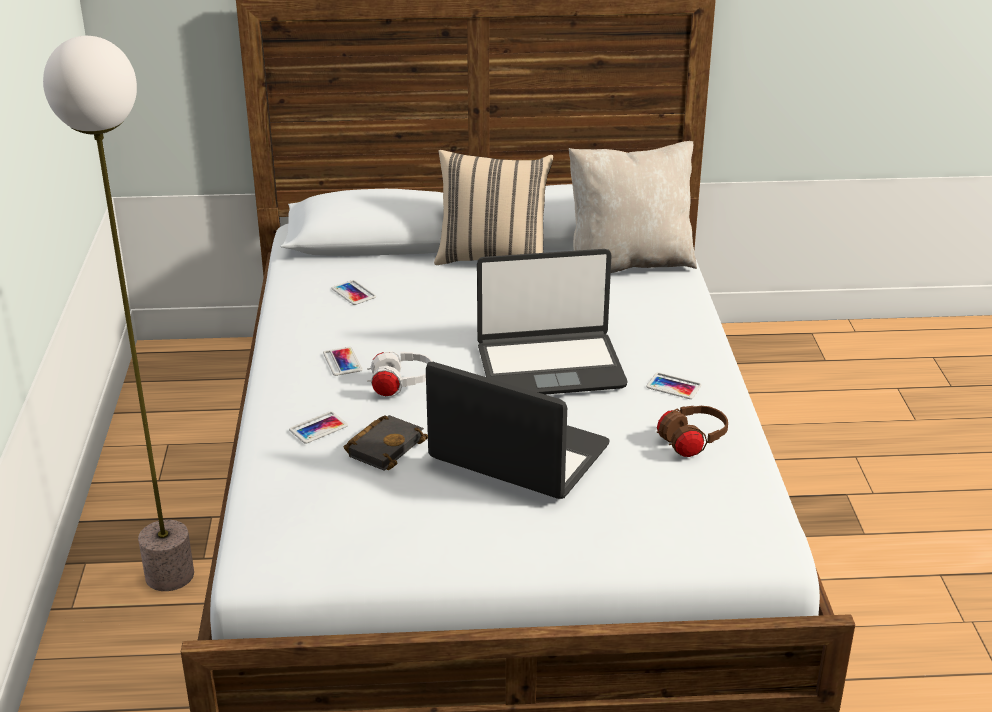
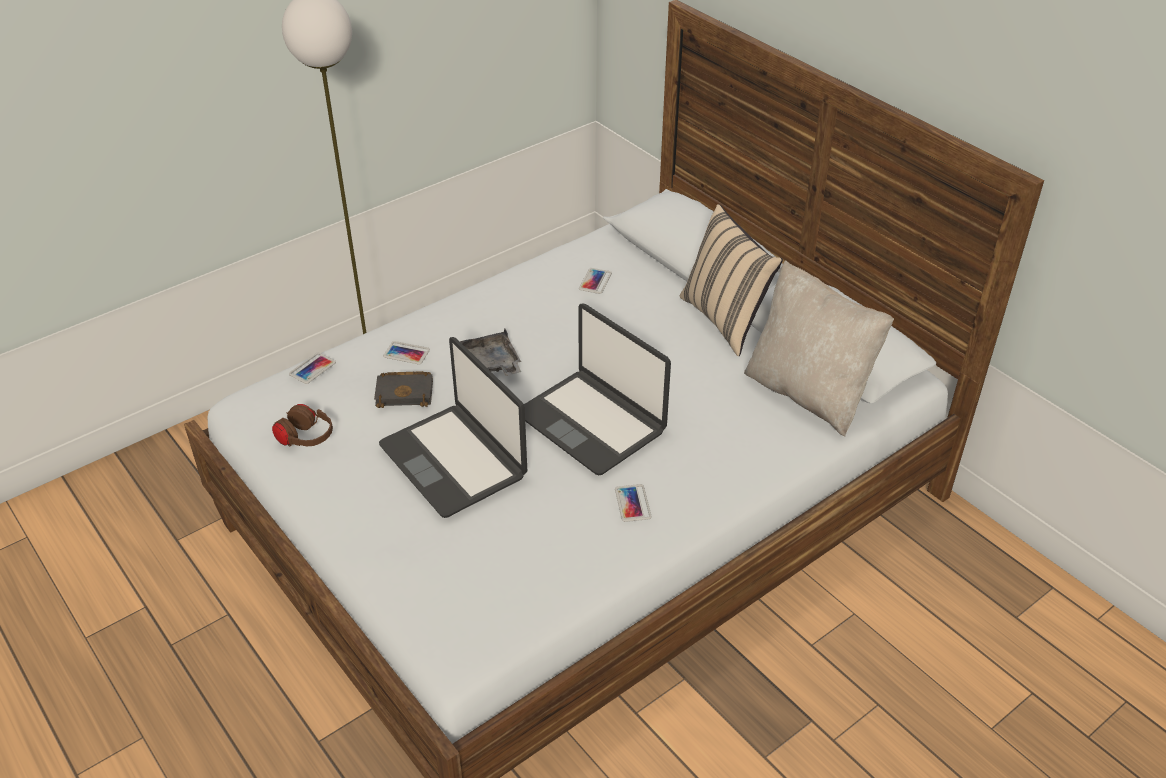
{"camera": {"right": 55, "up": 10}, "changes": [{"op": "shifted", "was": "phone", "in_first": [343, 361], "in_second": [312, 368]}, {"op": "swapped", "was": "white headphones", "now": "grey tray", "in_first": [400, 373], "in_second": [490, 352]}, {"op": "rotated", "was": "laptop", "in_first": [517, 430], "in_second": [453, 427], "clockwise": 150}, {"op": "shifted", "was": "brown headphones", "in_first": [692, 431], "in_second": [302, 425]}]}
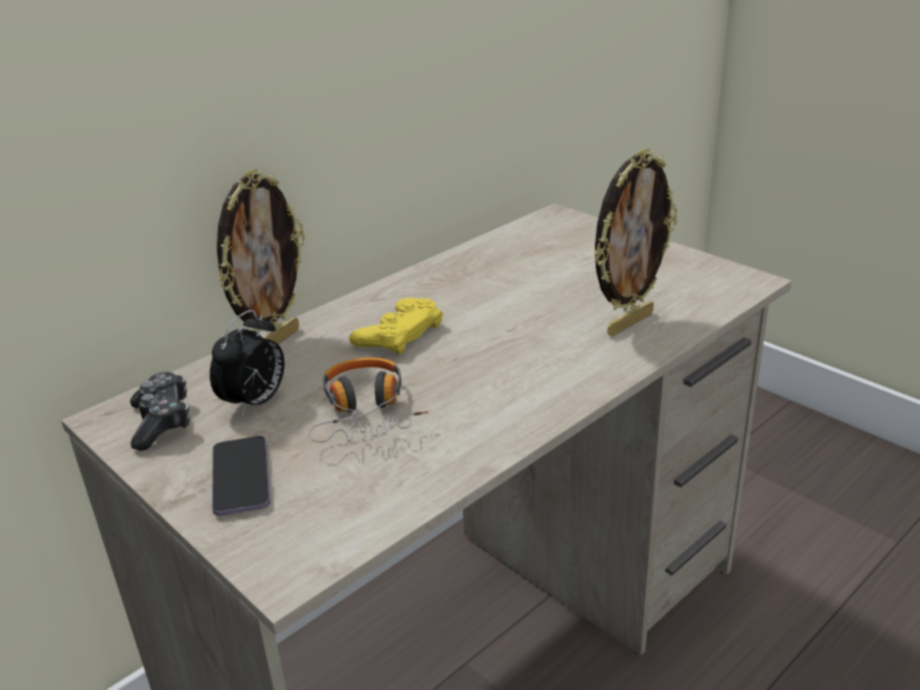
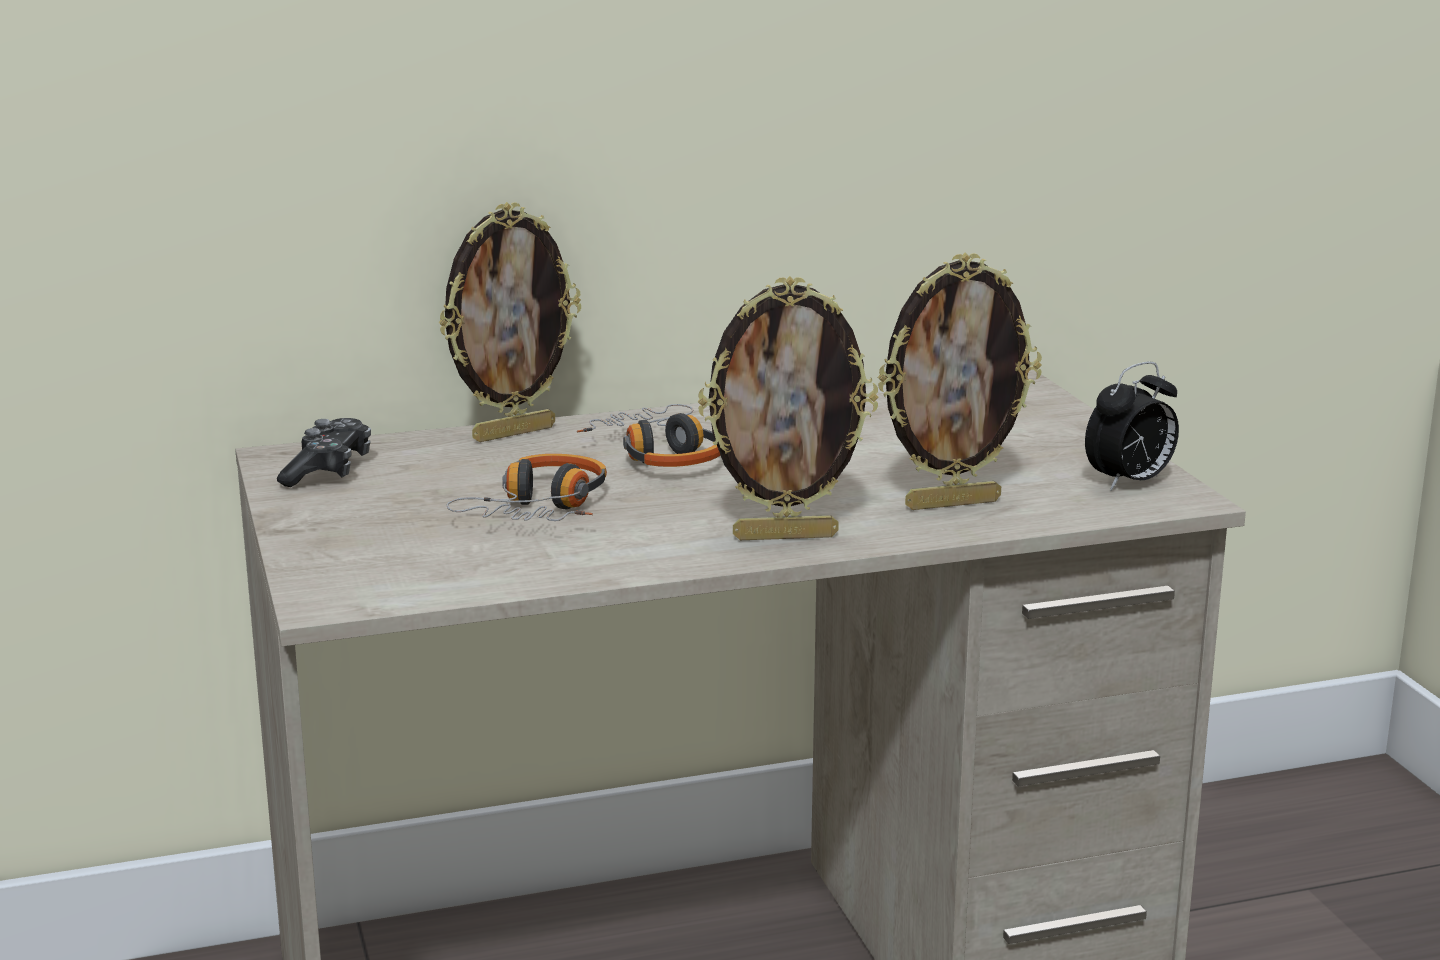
{"camera": {"right": 25, "up": -10}, "changes": [{"op": "swapped", "was": "yellow game controller", "now": "headphones", "in_first": [396, 326], "in_second": [648, 435]}, {"op": "shifted", "was": "alarm clock", "in_first": [247, 363], "in_second": [1132, 426]}, {"op": "gone", "was": "phone", "in_first": [241, 476]}, {"op": "new", "now": "picture frame", "in_second": [788, 408]}]}
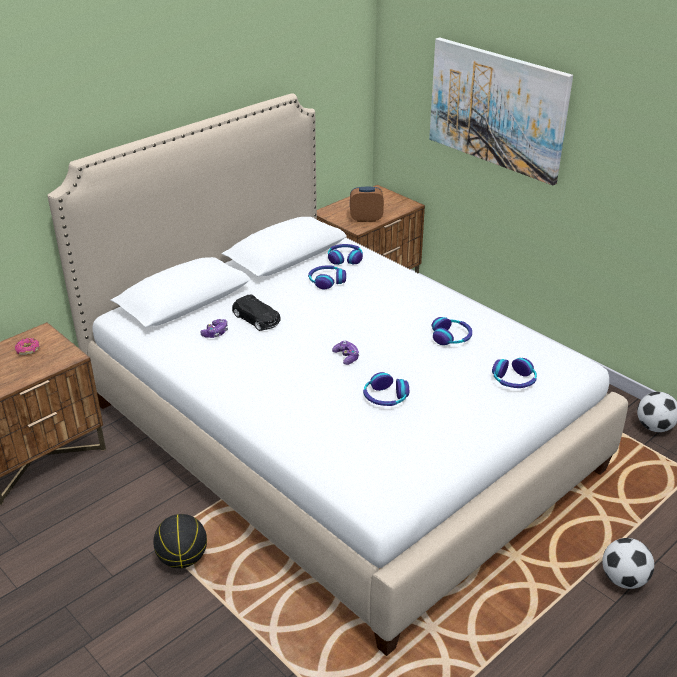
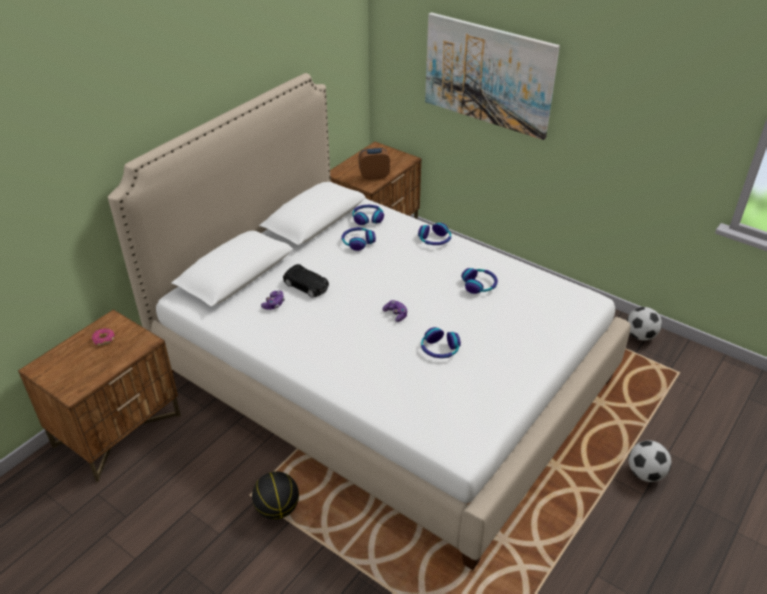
{"camera": {"right": -10, "up": 5}, "changes": [{"op": "shifted", "was": "headphones", "in_first": [514, 373], "in_second": [434, 234]}]}
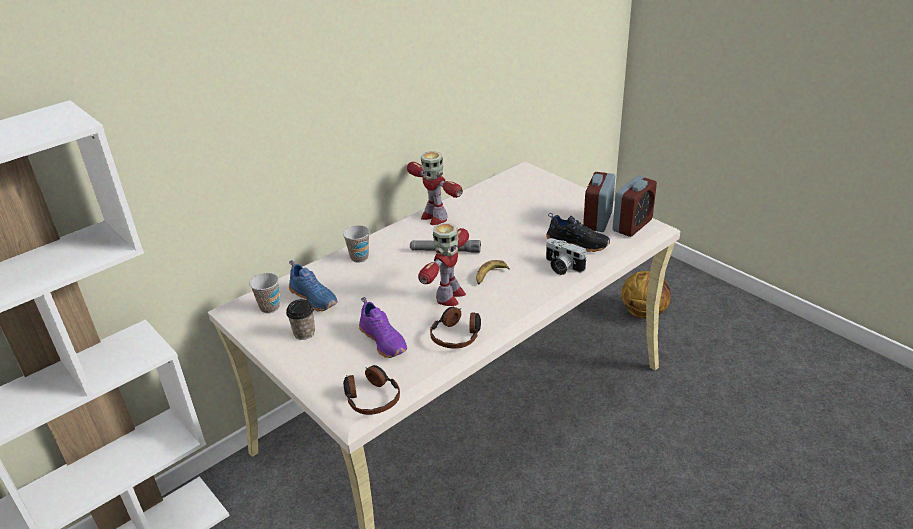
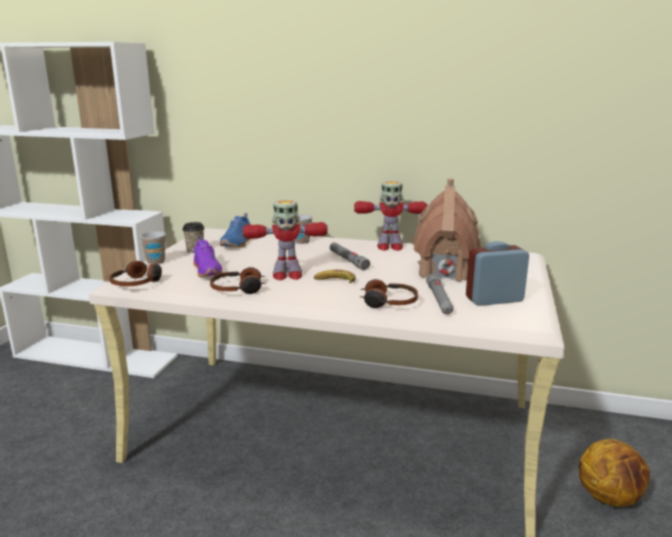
{"camera": {"right": 55, "up": -15}, "changes": [{"op": "rotated", "was": "toy robot", "in_first": [435, 188], "in_second": [390, 216], "clockwise": -105}, {"op": "gone", "was": "alarm clock", "in_first": [634, 206]}, {"op": "swapped", "was": "black shoe", "now": "grey flashlight", "in_first": [578, 232], "in_second": [439, 294]}, {"op": "swapped", "was": "photo camera", "now": "headphones", "in_first": [566, 256], "in_second": [388, 293]}, {"op": "shifted", "was": "cup", "in_first": [264, 293], "in_second": [153, 247]}, {"op": "rotated", "was": "purple shoe", "in_first": [383, 327], "in_second": [208, 256], "clockwise": -45}, {"op": "new", "now": "toy house", "in_second": [446, 230]}]}
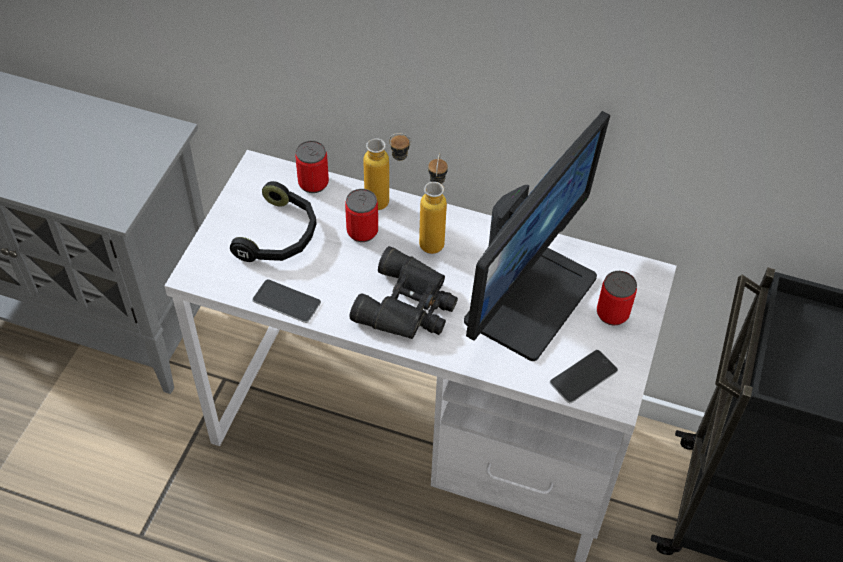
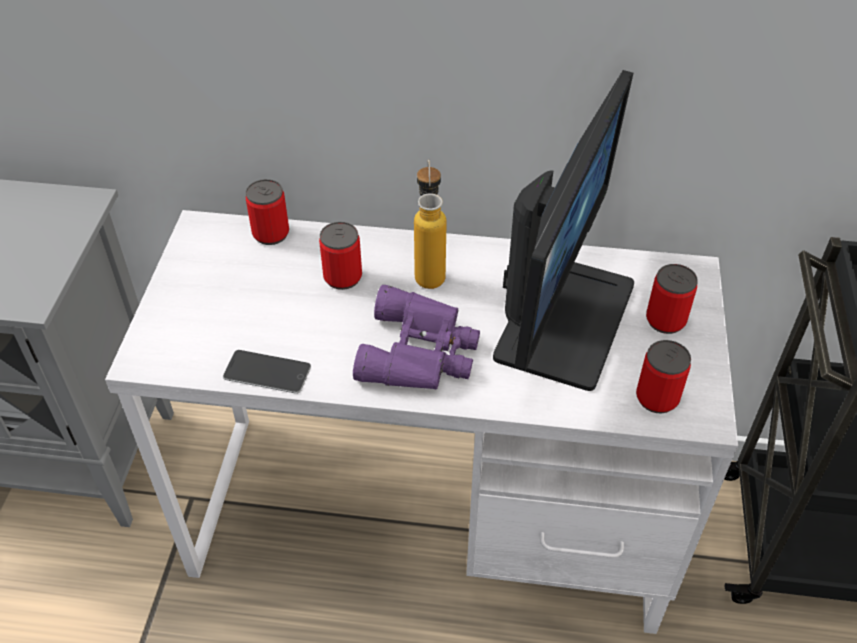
{"camera": {"right": -10, "up": -5}, "changes": [{"op": "gone", "was": "bottle", "in_first": [387, 171]}, {"op": "gone", "was": "black headphones", "in_first": [273, 221]}, {"op": "repainted", "was": "black binoculars", "now": "purple binoculars", "in_first": [403, 292], "in_second": [416, 337]}, {"op": "swapped", "was": "phone", "now": "can", "in_first": [584, 376], "in_second": [663, 377]}]}
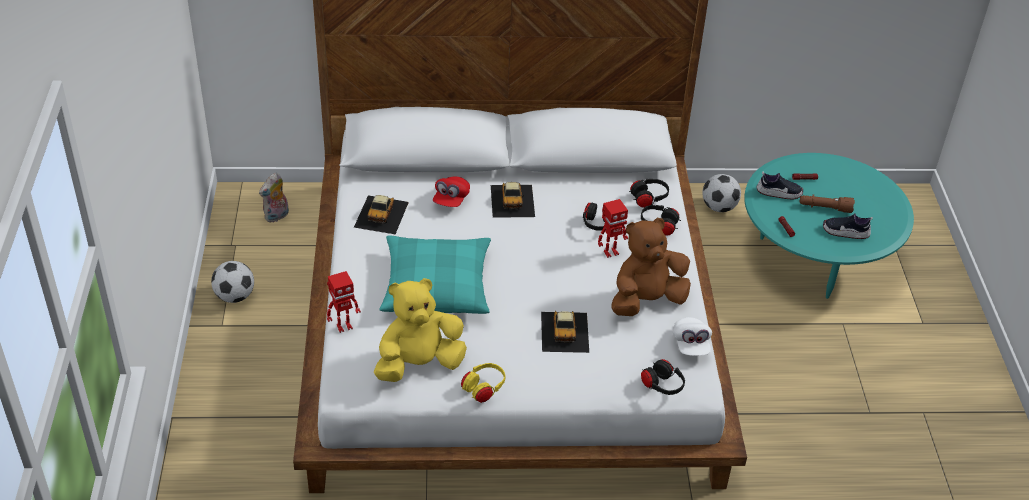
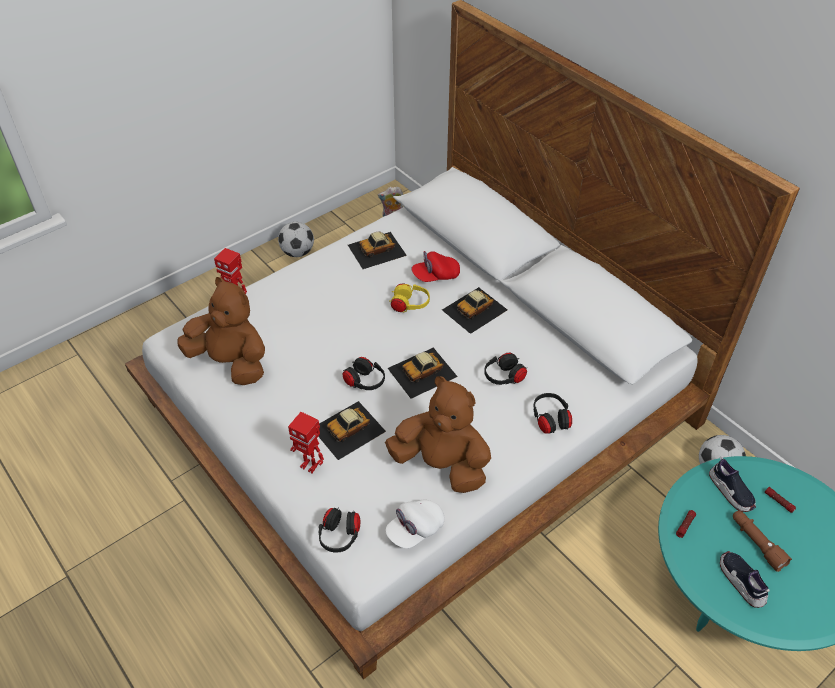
{"camera": {"right": 55, "up": 5}, "changes": [{"op": "shifted", "was": "black headphones", "in_first": [649, 193], "in_second": [363, 373]}, {"op": "shifted", "was": "toy robot", "in_first": [613, 228], "in_second": [306, 442]}, {"op": "gone", "was": "turquoise pillow", "in_first": [435, 274]}, {"op": "repainted", "was": "yellow plush toy", "now": "brown plush toy", "in_first": [420, 330], "in_second": [221, 331]}, {"op": "shifted", "was": "yellow headphones", "in_first": [483, 383], "in_second": [409, 298]}, {"op": "new", "now": "toy car", "in_second": [423, 373]}]}
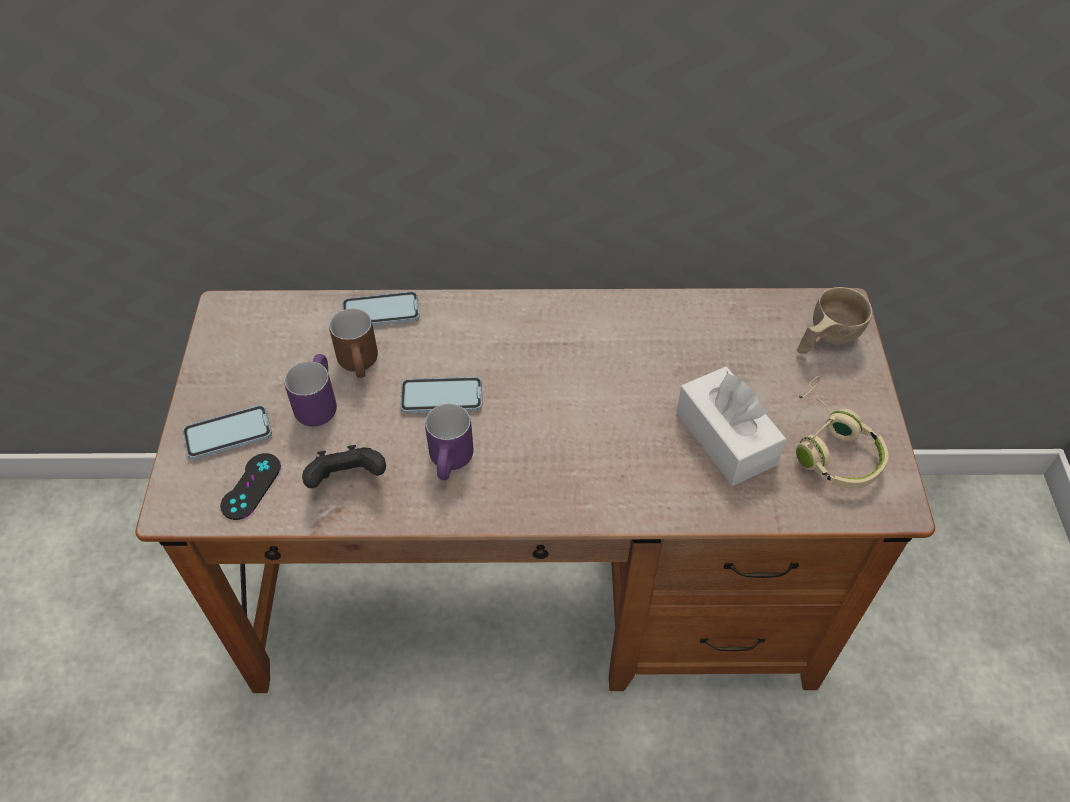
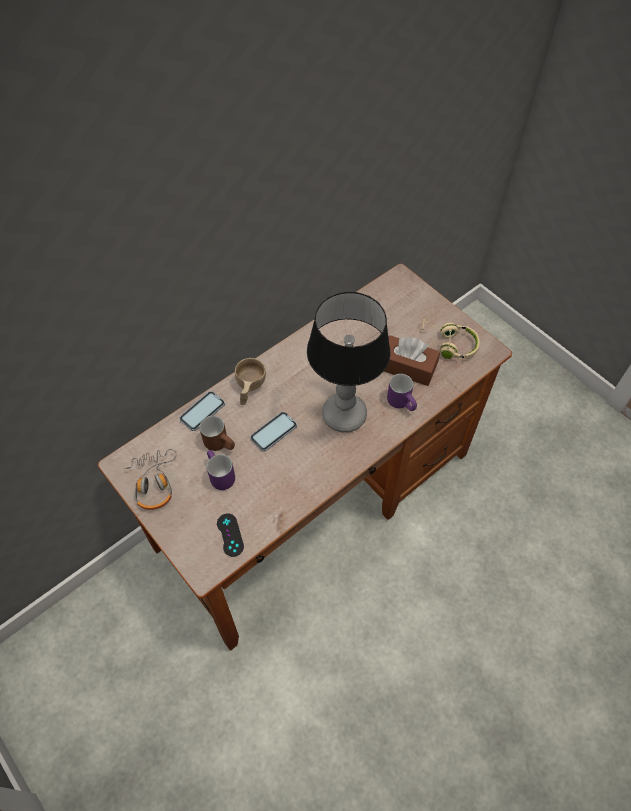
{"camera": {"right": -40, "up": 5}, "changes": [{"op": "shifted", "was": "beige cup", "in_first": [834, 320], "in_second": [250, 381]}, {"op": "repainted", "was": "white tissue box", "now": "brown tissue box", "in_first": [731, 426], "in_second": [412, 360]}, {"op": "shifted", "was": "purple mug", "in_first": [449, 442], "in_second": [402, 392]}, {"op": "gone", "was": "phone", "in_first": [227, 432]}, {"op": "gone", "was": "black game controller", "in_first": [344, 466]}, {"op": "new", "now": "table lamp", "in_second": [349, 362]}, {"op": "new", "now": "headphones", "in_second": [150, 479]}]}
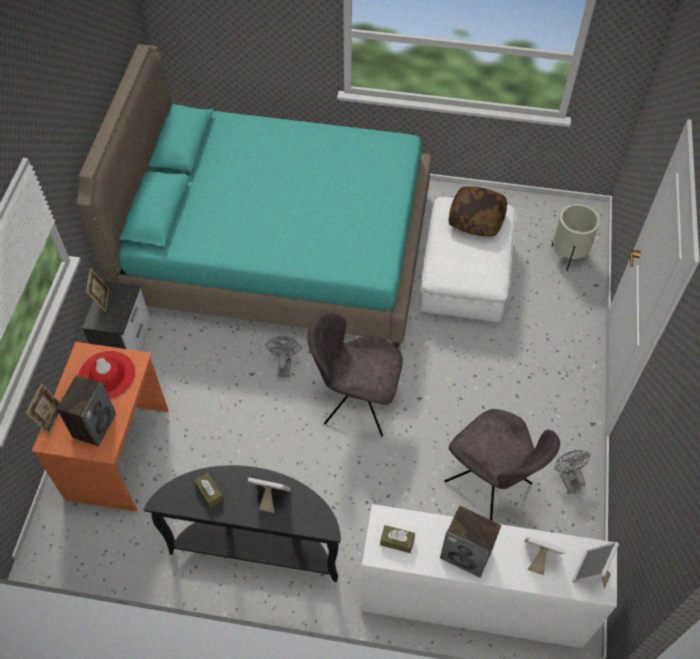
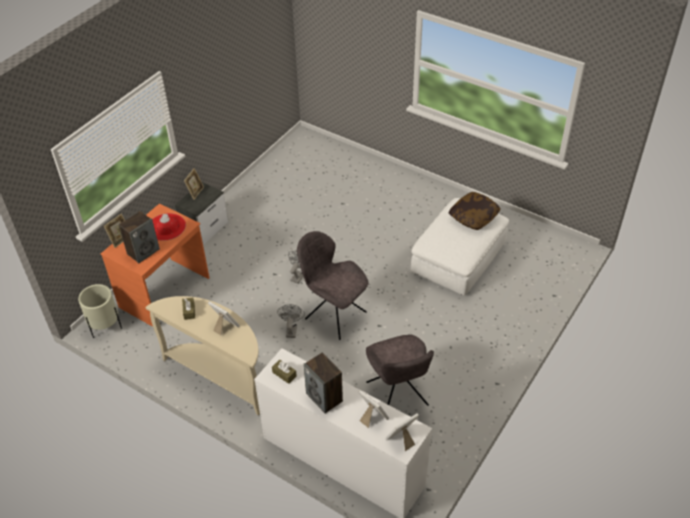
{"camera": {"right": 25, "up": -10}, "changes": [{"op": "gone", "was": "turquoise bed", "in_first": [254, 196]}, {"op": "shifted", "was": "beige planter", "in_first": [576, 237], "in_second": [100, 311]}, {"op": "shifted", "was": "grey fan", "in_first": [572, 471], "in_second": [291, 321]}, {"op": "repainted", "was": "black console table", "now": "beige console table", "in_first": [242, 523], "in_second": [202, 355]}]}
